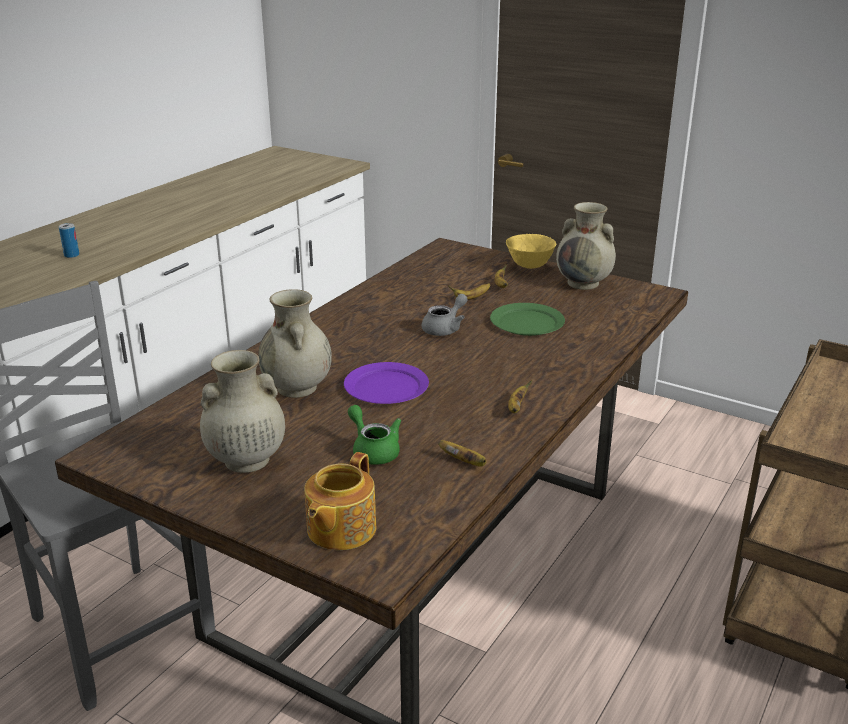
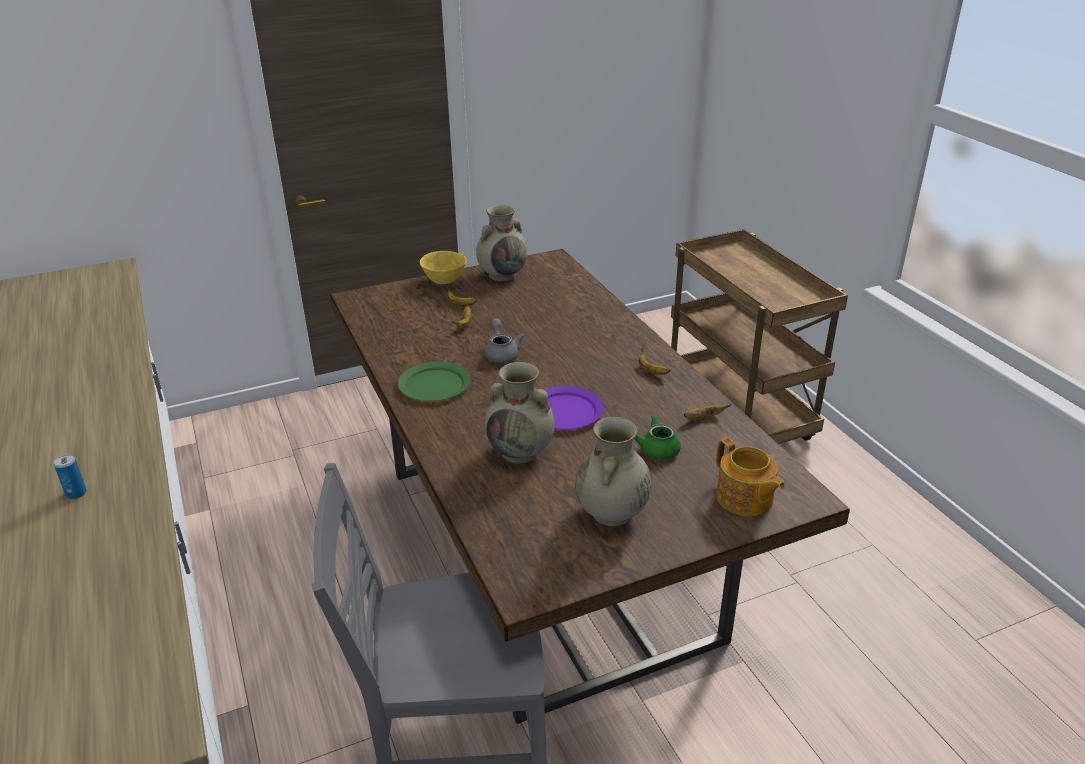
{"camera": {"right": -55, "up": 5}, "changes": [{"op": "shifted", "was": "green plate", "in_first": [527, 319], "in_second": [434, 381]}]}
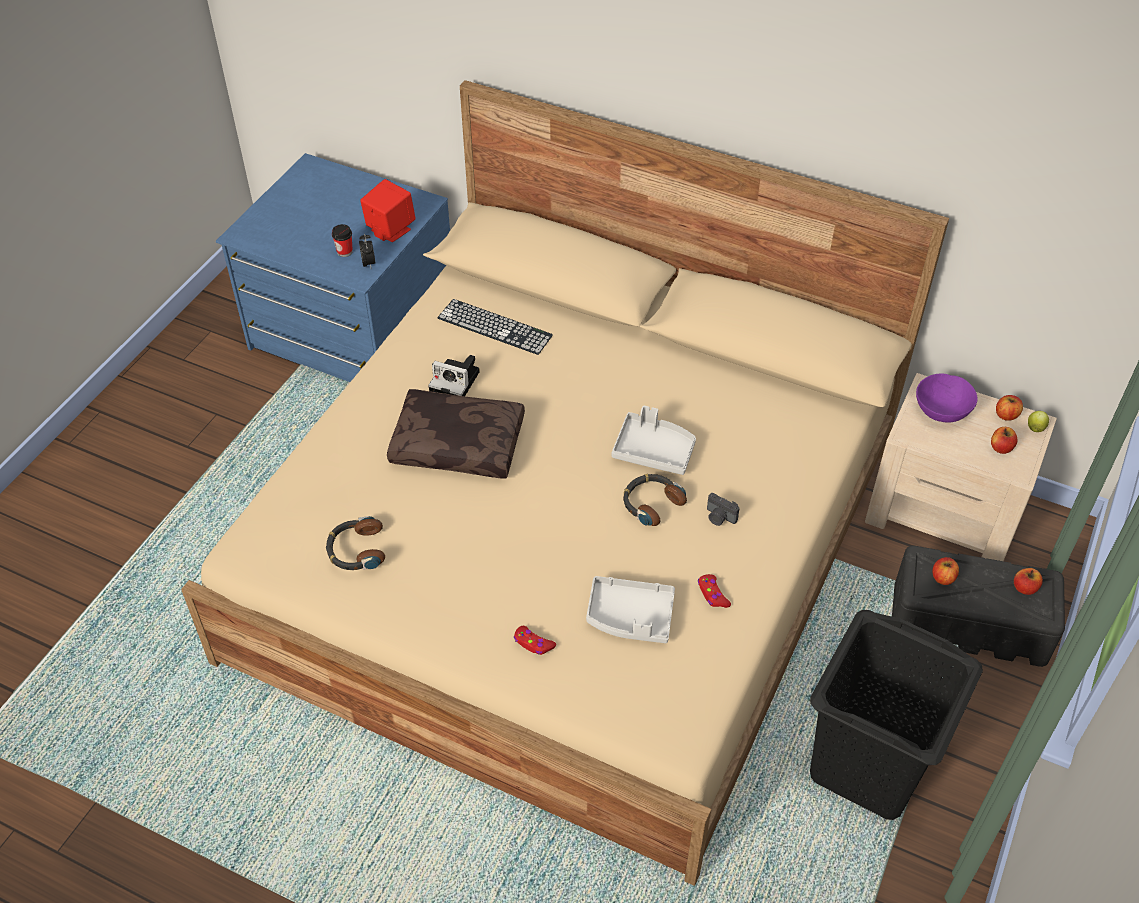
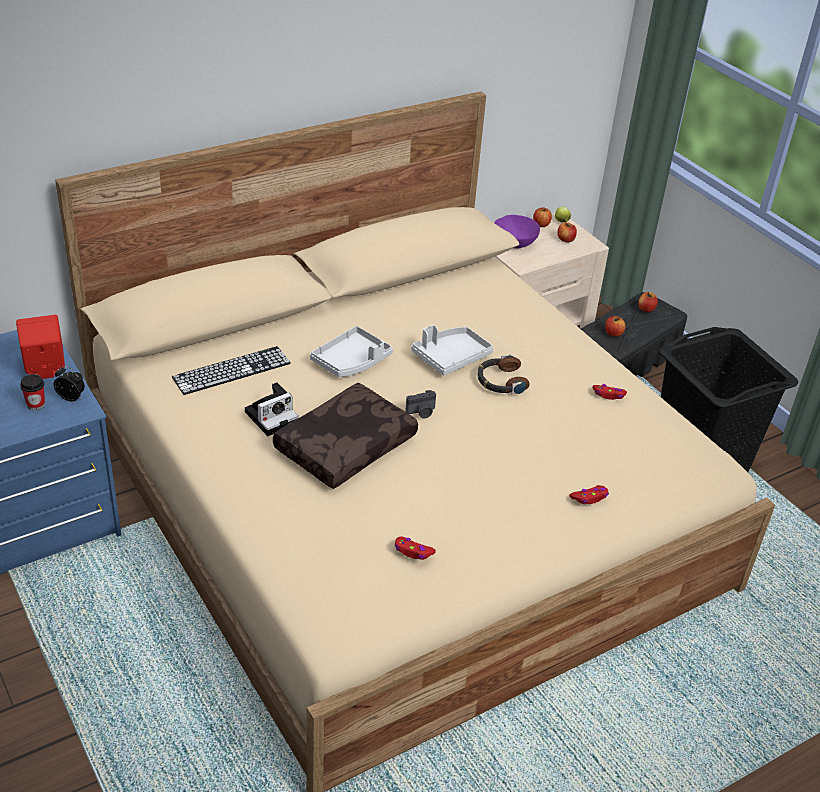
{"camera": {"right": -60, "up": -10}, "changes": [{"op": "shifted", "was": "photo camera", "in_first": [723, 509], "in_second": [420, 404]}, {"op": "swapped", "was": "headphones", "now": "red game controller", "in_first": [355, 543], "in_second": [415, 548]}, {"op": "shifted", "was": "grey tray", "in_first": [630, 609], "in_second": [351, 351]}]}
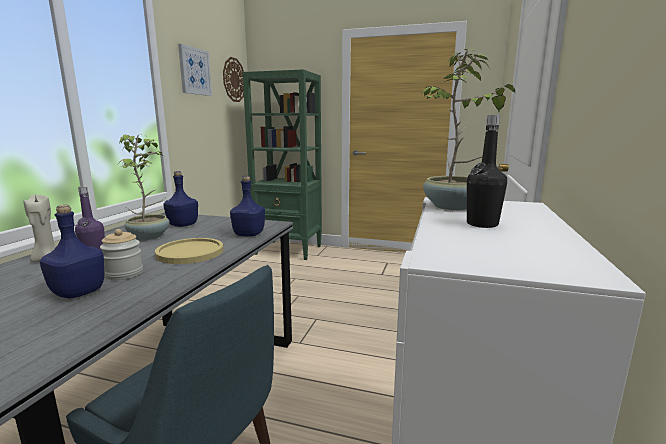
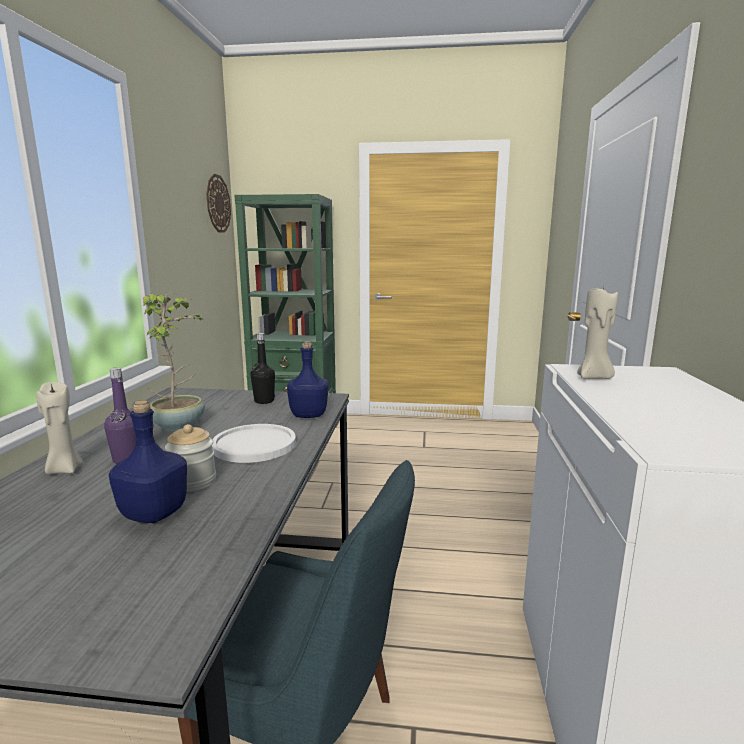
{"camera": {"right": -10, "up": 0}, "changes": [{"op": "gone", "was": "picture", "in_first": [195, 70]}, {"op": "swapped", "was": "potted plant", "now": "beige candle", "in_first": [468, 129], "in_second": [597, 332]}, {"op": "shifted", "was": "black bottle", "in_first": [487, 171], "in_second": [263, 368]}, {"op": "gone", "was": "blue bottle", "in_first": [180, 199]}, {"op": "repainted", "was": "yellow plate", "now": "white plate", "in_first": [189, 251], "in_second": [254, 443]}]}
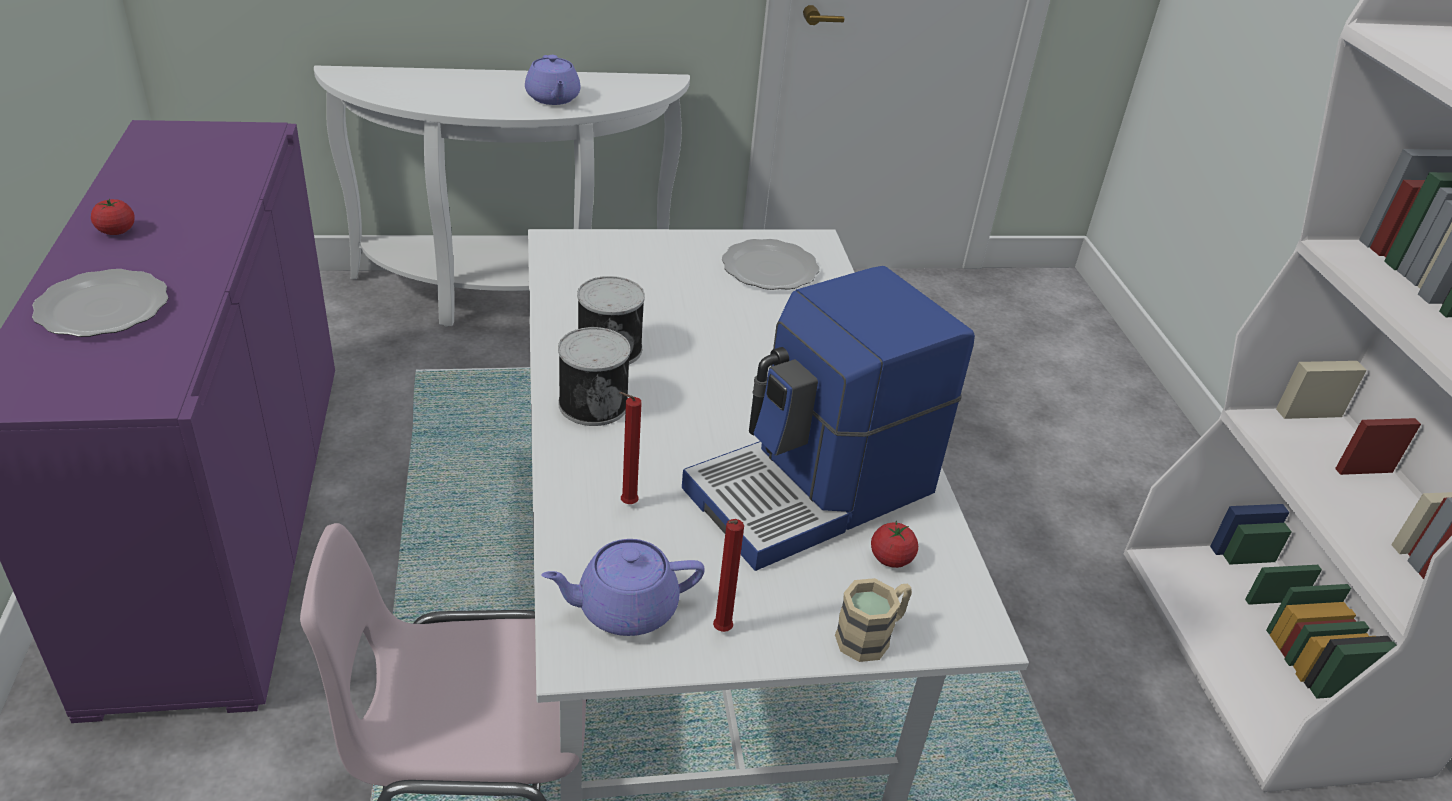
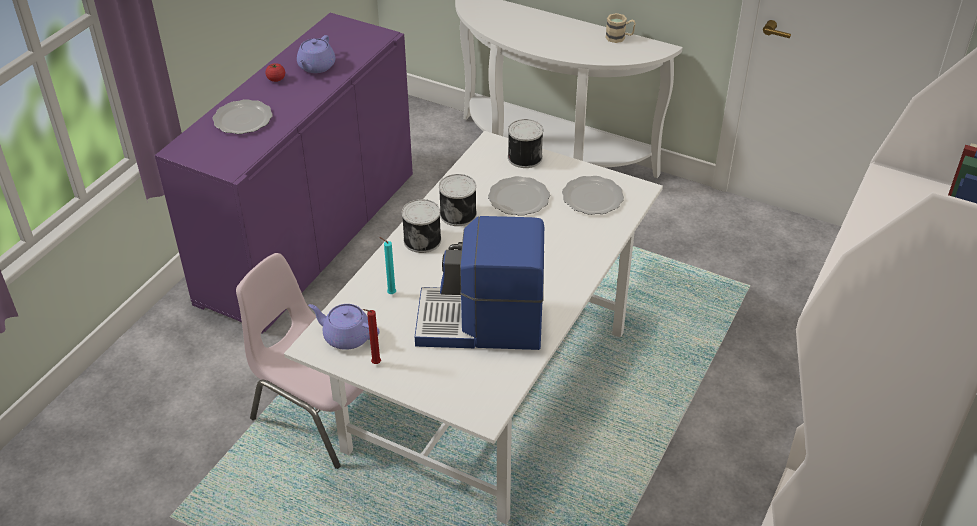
{"camera": {"right": 40, "up": 5}, "changes": [{"op": "shifted", "was": "purple teapot", "in_first": [553, 80], "in_second": [316, 54]}, {"op": "repainted", "was": "red candle", "now": "turquoise candle", "in_first": [630, 448], "in_second": [387, 265]}, {"op": "gone", "was": "tomato", "in_first": [894, 544]}, {"op": "shifted", "was": "beige mug", "in_first": [873, 620], "in_second": [620, 28]}, {"op": "new", "now": "can", "in_second": [525, 143]}, {"op": "new", "now": "plate", "in_second": [519, 196]}]}
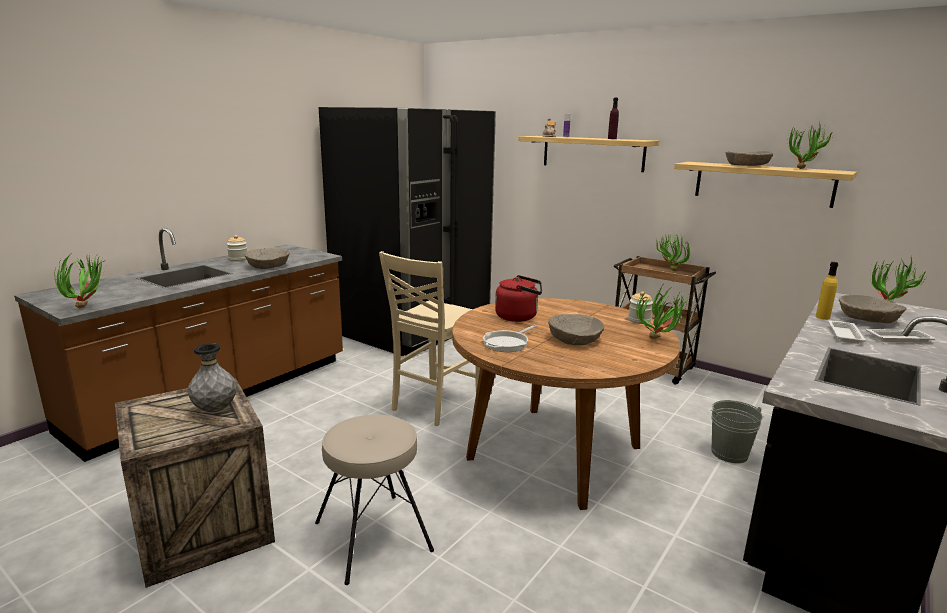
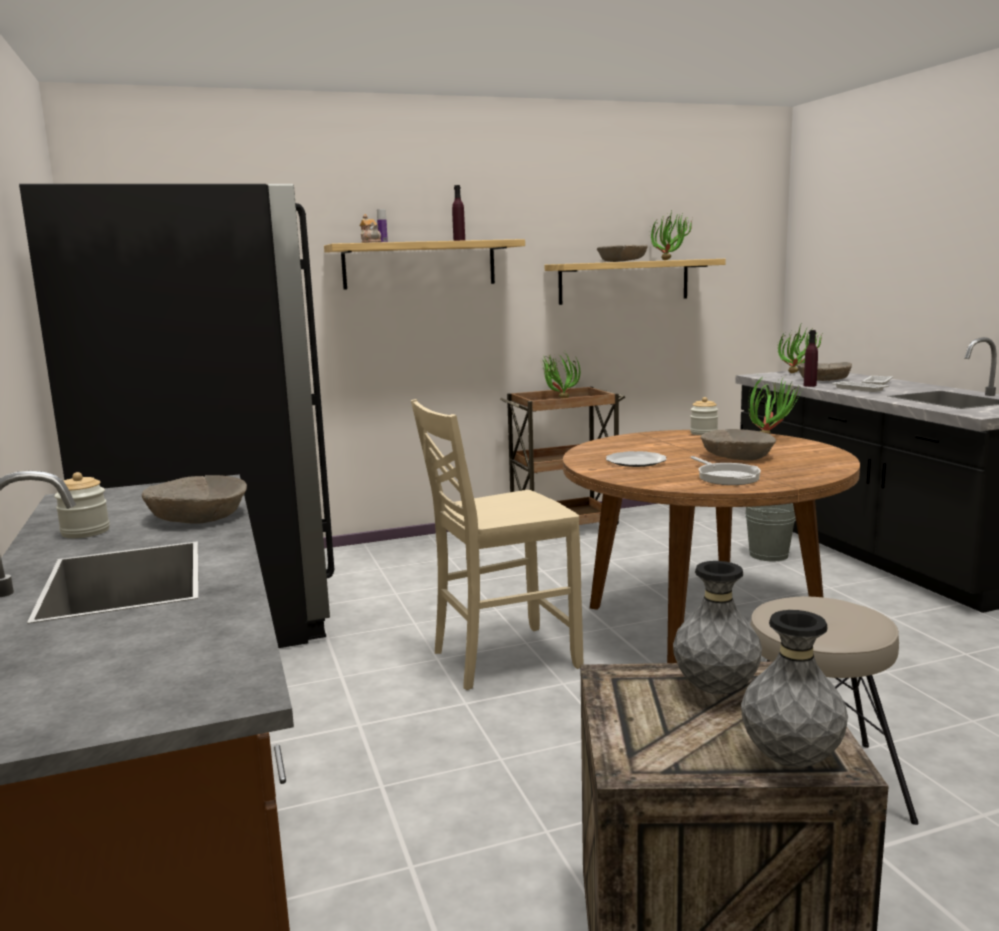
{"camera": {"right": -55, "up": -5}, "changes": [{"op": "rotated", "was": "beige chair", "in_first": [429, 338], "in_second": [497, 544], "clockwise": 90}, {"op": "gone", "was": "potted plant", "in_first": [79, 281]}, {"op": "repainted", "was": "yellow bottle", "now": "purple bottle", "in_first": [826, 291], "in_second": [810, 358]}, {"op": "swapped", "was": "red kettle", "now": "plate", "in_first": [518, 298], "in_second": [636, 459]}, {"op": "new", "now": "grey vase", "in_second": [794, 688]}]}
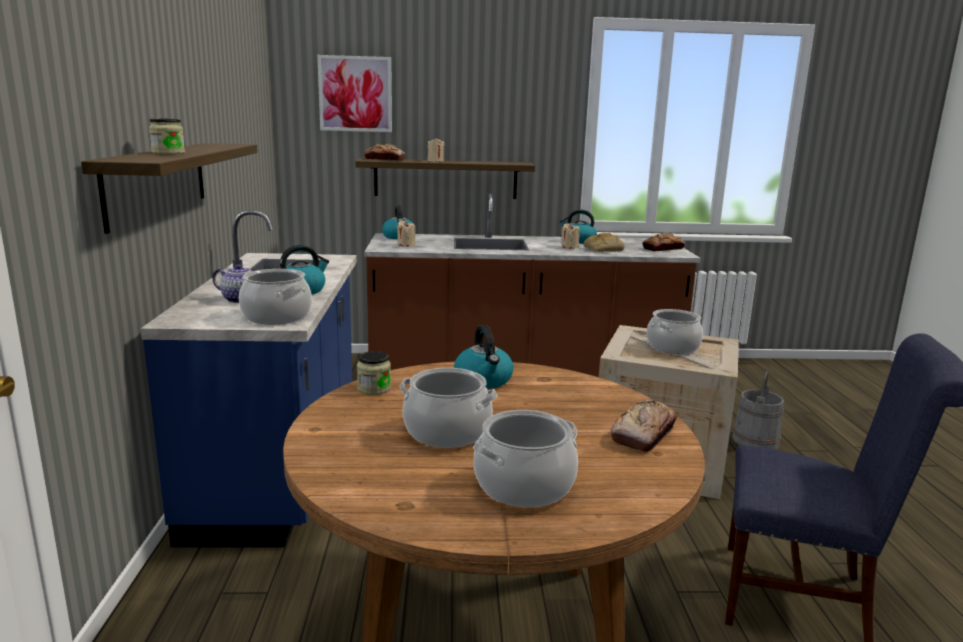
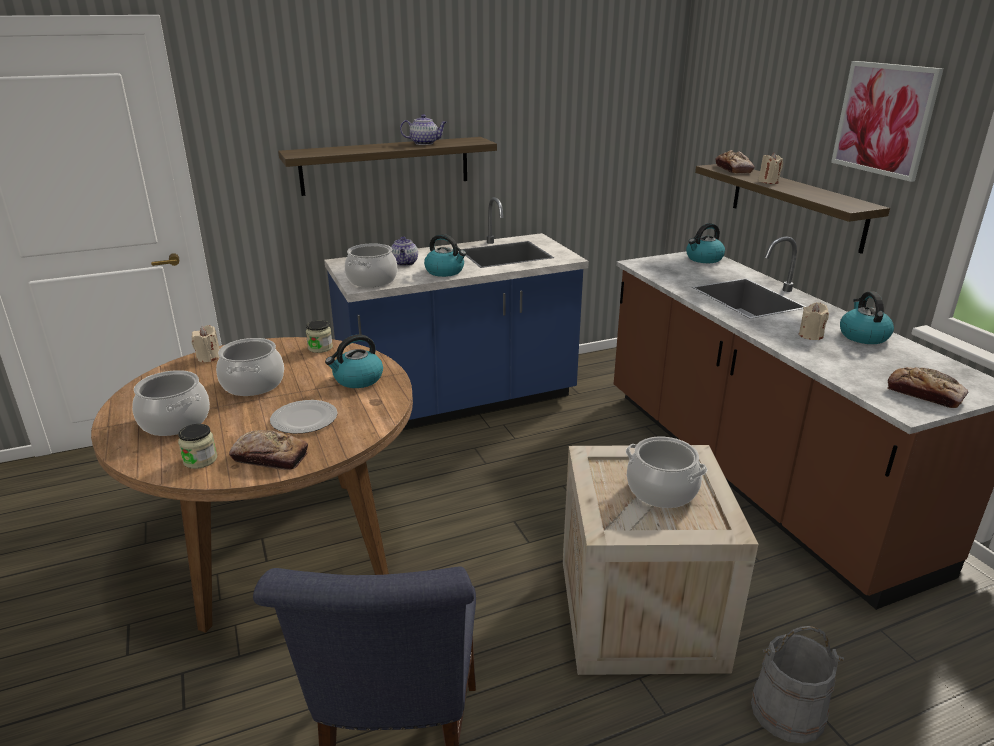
{"camera": {"right": 70, "up": 10}, "changes": [{"op": "shifted", "was": "picture", "in_first": [354, 93], "in_second": [887, 121]}, {"op": "shifted", "was": "jar", "in_first": [167, 136], "in_second": [197, 446]}, {"op": "shifted", "was": "beige candle", "in_first": [406, 233], "in_second": [206, 343]}, {"op": "gone", "was": "bread", "in_first": [604, 242]}, {"op": "new", "now": "teapot", "in_second": [423, 129]}, {"op": "new", "now": "plate", "in_second": [304, 417]}]}
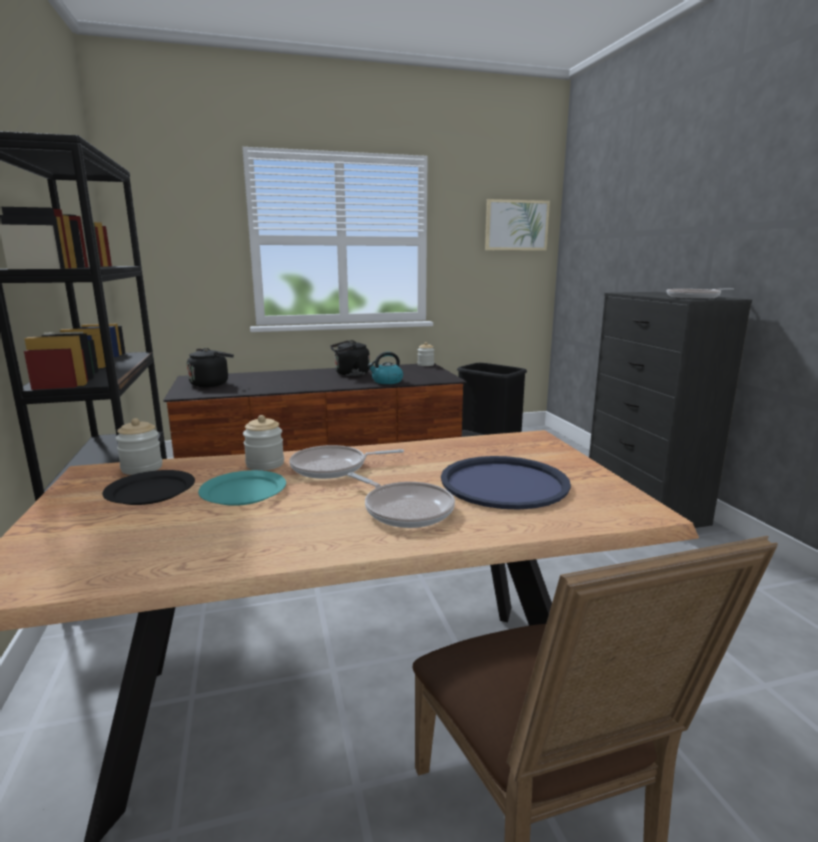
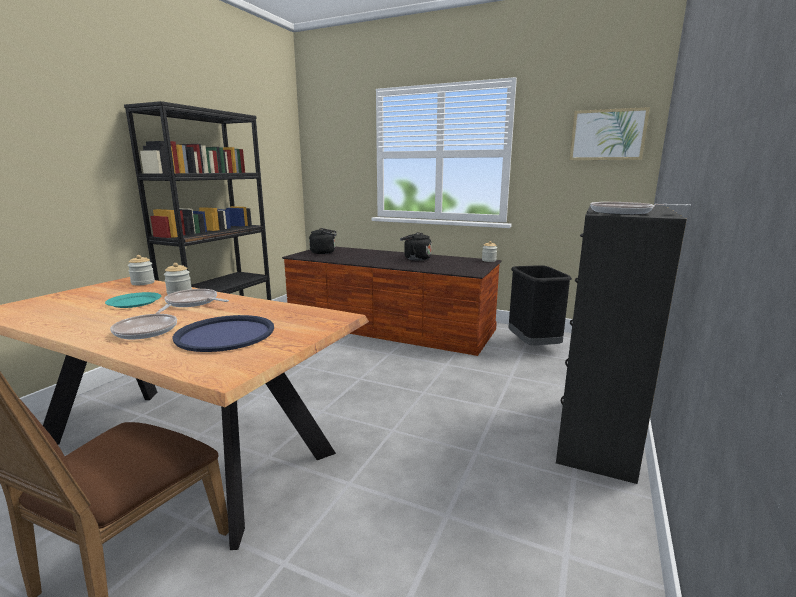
{"camera": {"right": 40, "up": 0}, "changes": [{"op": "gone", "was": "kettle", "in_first": [385, 368]}, {"op": "gone", "was": "black plate", "in_first": [148, 487]}]}
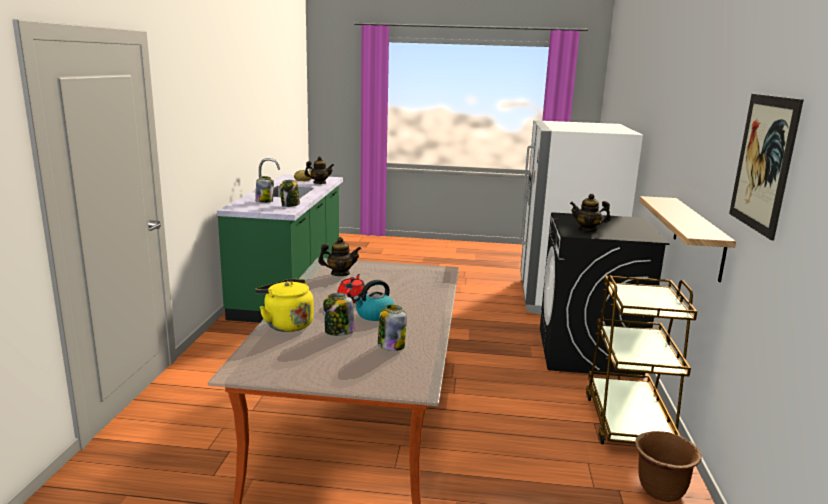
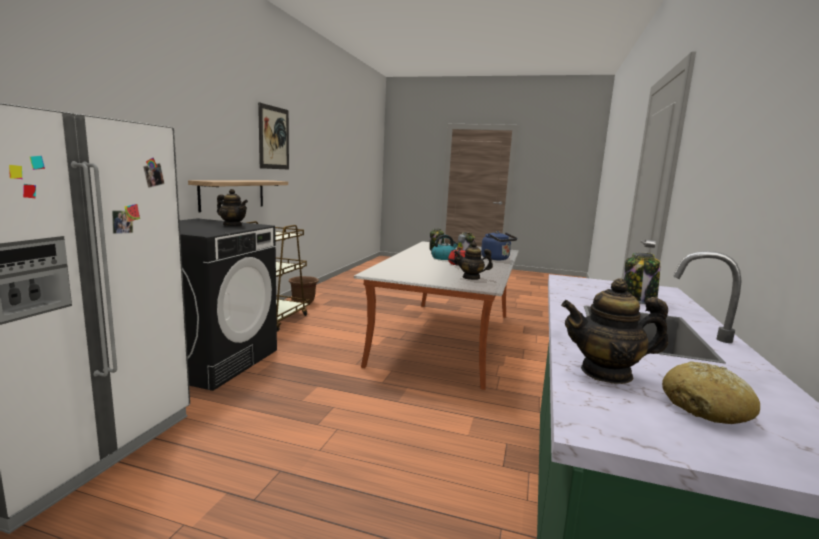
{"camera": {"right": -170, "up": -5}, "changes": [{"op": "gone", "was": "jar", "in_first": [290, 193]}, {"op": "repainted", "was": "yellow kettle", "now": "blue kettle", "in_first": [284, 305], "in_second": [499, 245]}]}
